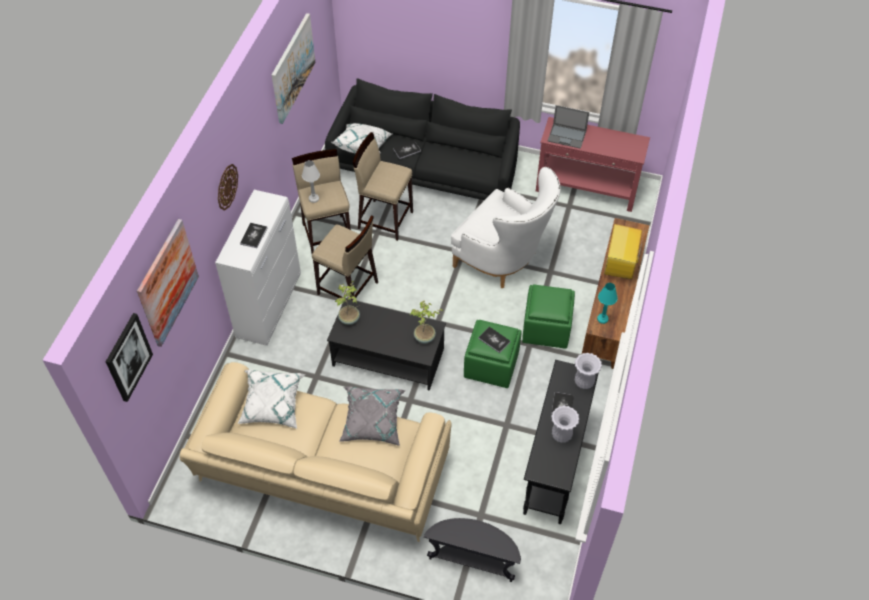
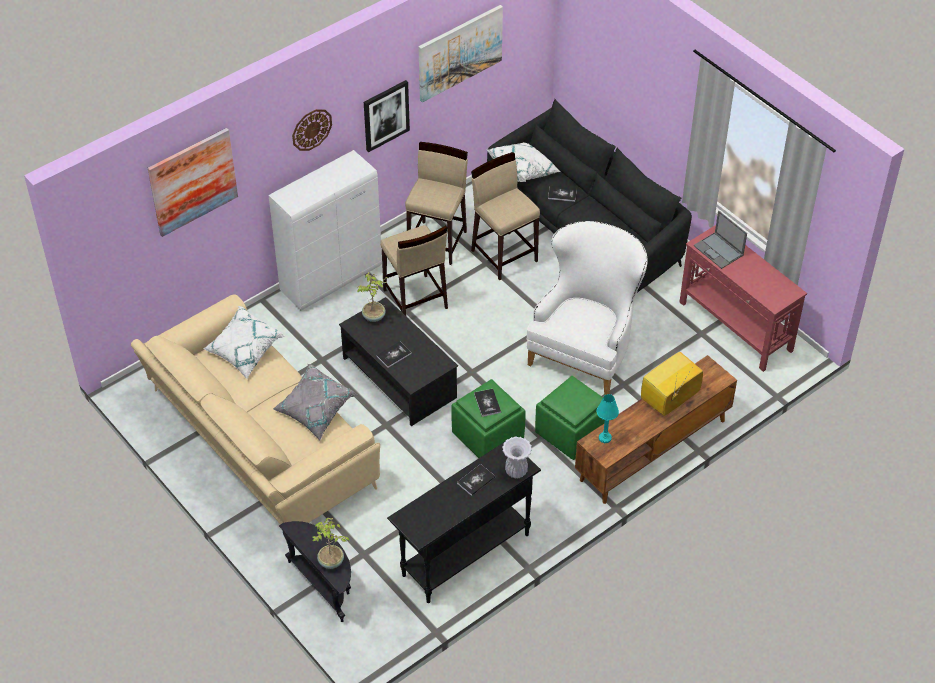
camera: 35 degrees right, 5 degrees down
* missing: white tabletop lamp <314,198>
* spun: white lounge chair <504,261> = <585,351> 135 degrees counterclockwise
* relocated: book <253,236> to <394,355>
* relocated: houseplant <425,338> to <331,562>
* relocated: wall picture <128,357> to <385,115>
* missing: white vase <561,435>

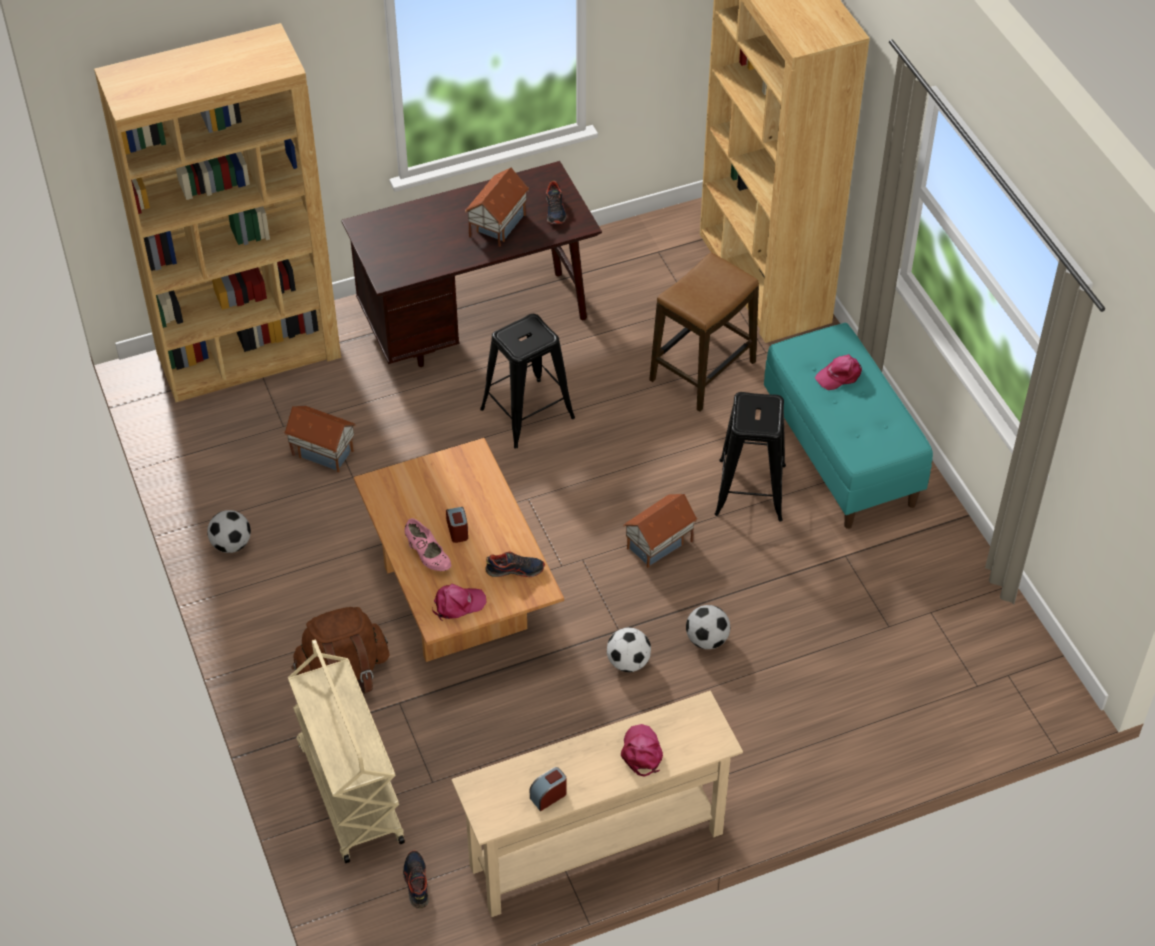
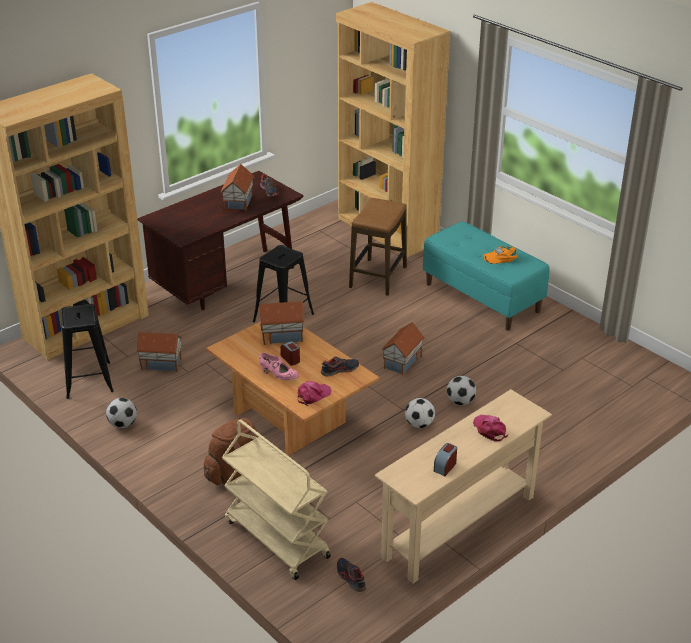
camera: 20 degrees left, 15 degrees down
* missing: pink baseball cap <839,375>
* relocated: blackish sitting stool <750,489> to <88,379>
* appeared: orangey baseball cap <501,257>
* appeared: miniature house <281,335>

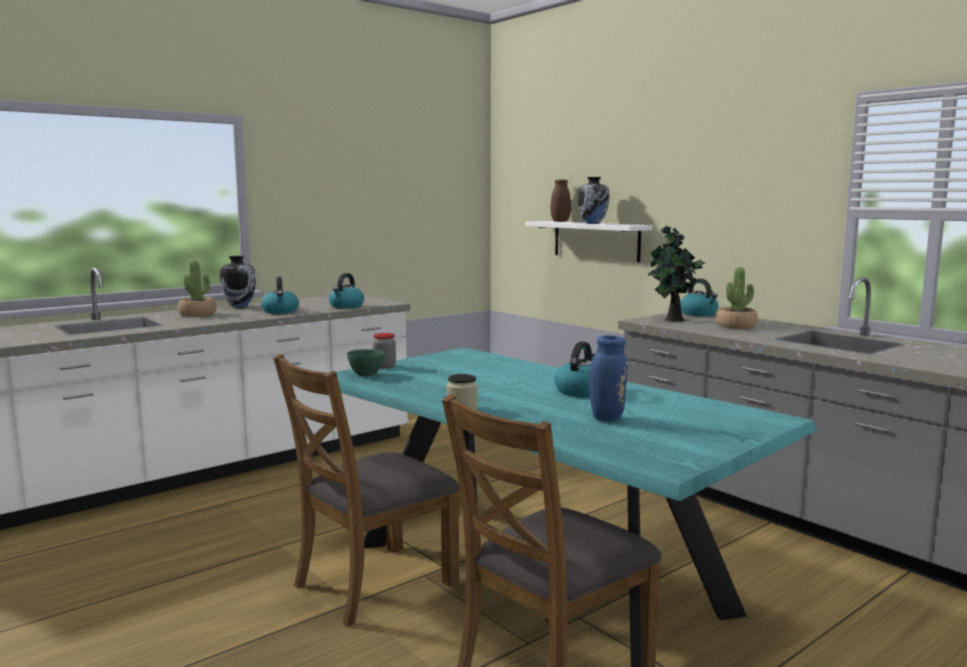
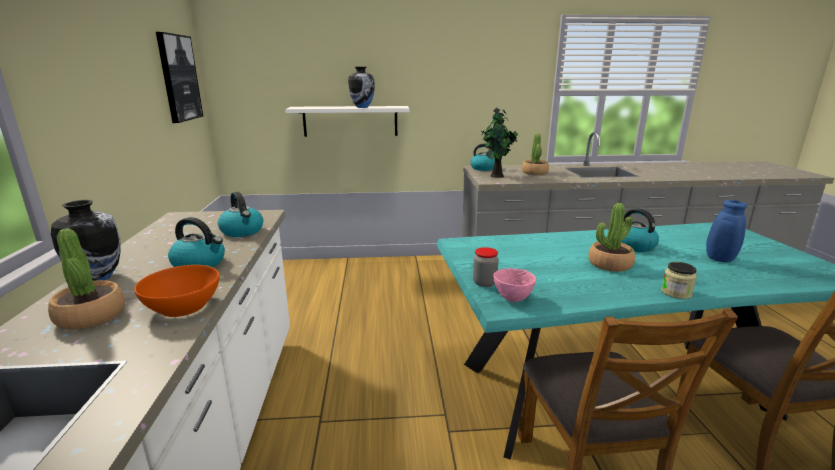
camera: 55 degrees left, 10 degrees up
* missing: brown-coloured vase <559,221>
* colour: greenish serving bowl <365,374> to pink serving bowl <512,298>
* appeared: wall picture <179,78>
* appeared: houseplant <609,264>
* appeared: orangey serving bowl <183,306>

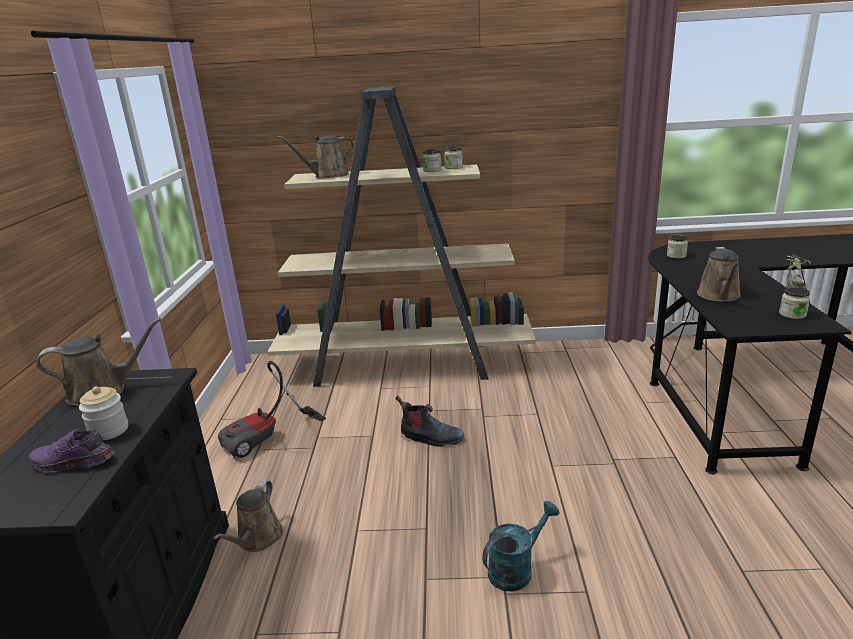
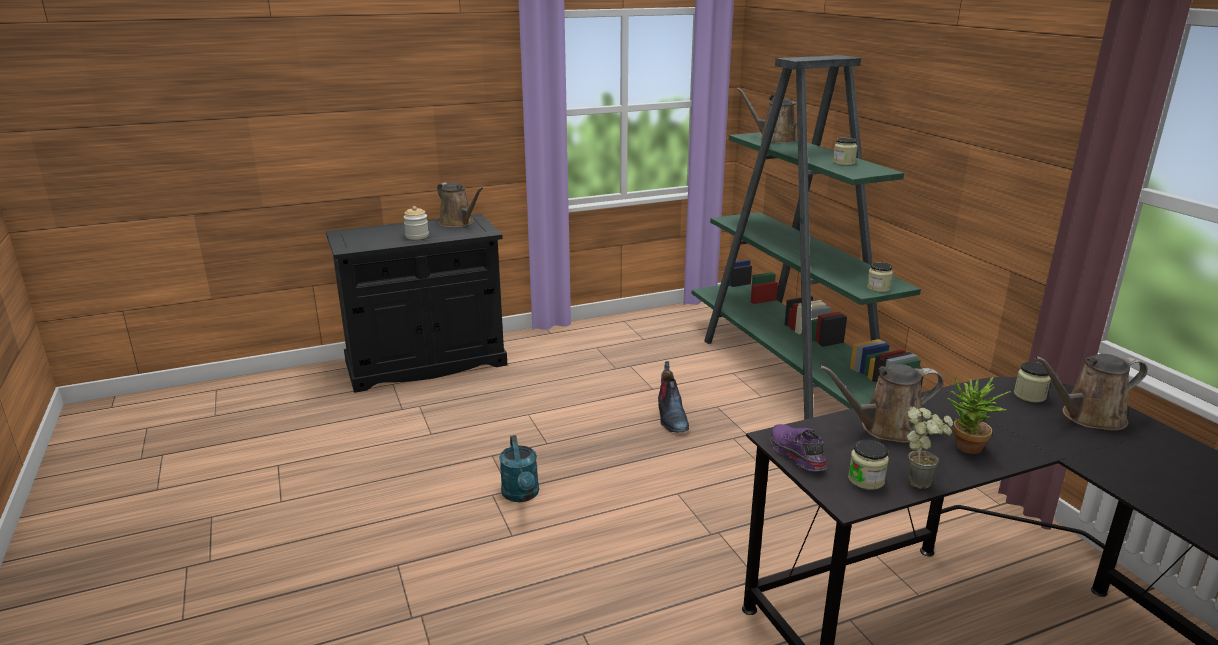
camera: 65 degrees right, 0 degrees up
* colour: beige shelving unit <405,364> to greenish shelving unit <790,374>
* relocated: storage jar <454,167> to <878,288>
* missing: vacuum cleaner <267,439>
* relocated: purple-coloured low shoe <72,463> to <795,454>
* relocated: brown-coloured sprinkling can <257,539> to <1088,417>
* spun: blue-green sprinkling can <516,568> = <522,495> 45 degrees clockwise
* appeared: houseplant <965,449>

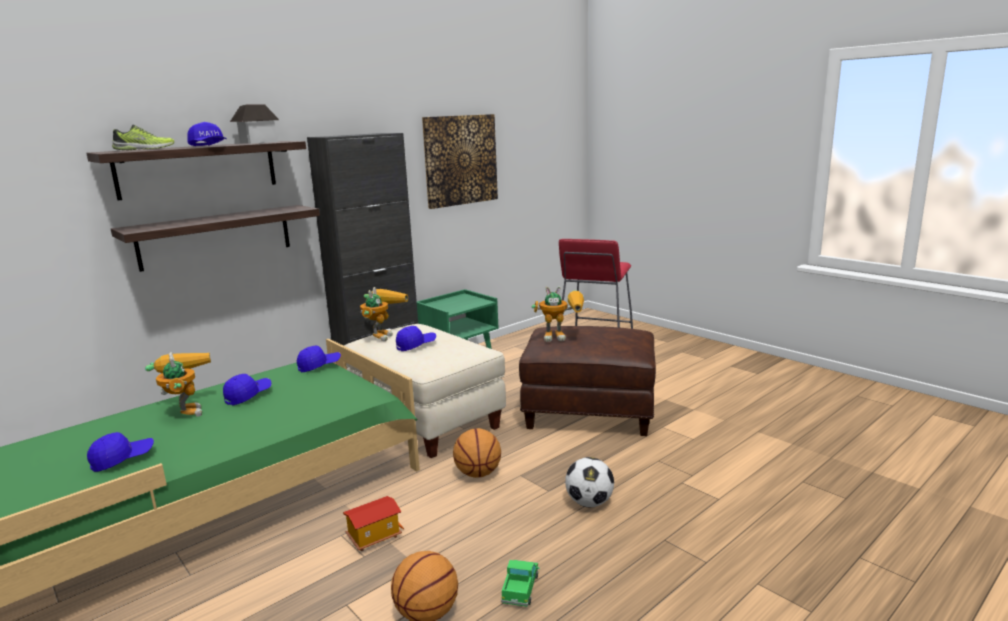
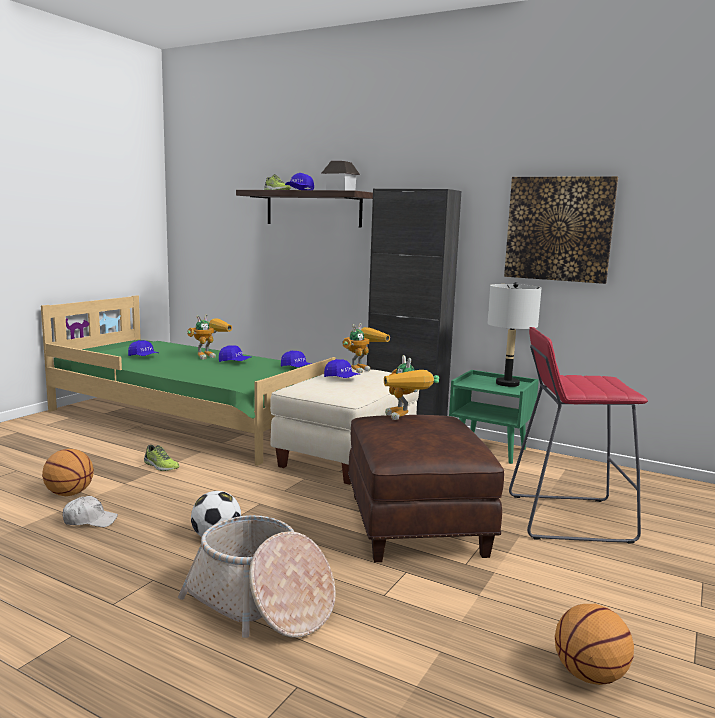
camera: 70 degrees right, 5 degrees down
* missing: bracket shelf <216,237>
* spun: toy robot <382,334> = <362,369> 45 degrees counterclockwise
* relocated: basketball ball <478,474> to <589,676>
* exchanged: miniature house <374,536> to low shoe <160,466>
* exchanged: toy truck <520,588> to white baseball cap <90,520>
* appeared: gray tabletop lamp <507,384>
* appeared: storage basket <261,603>

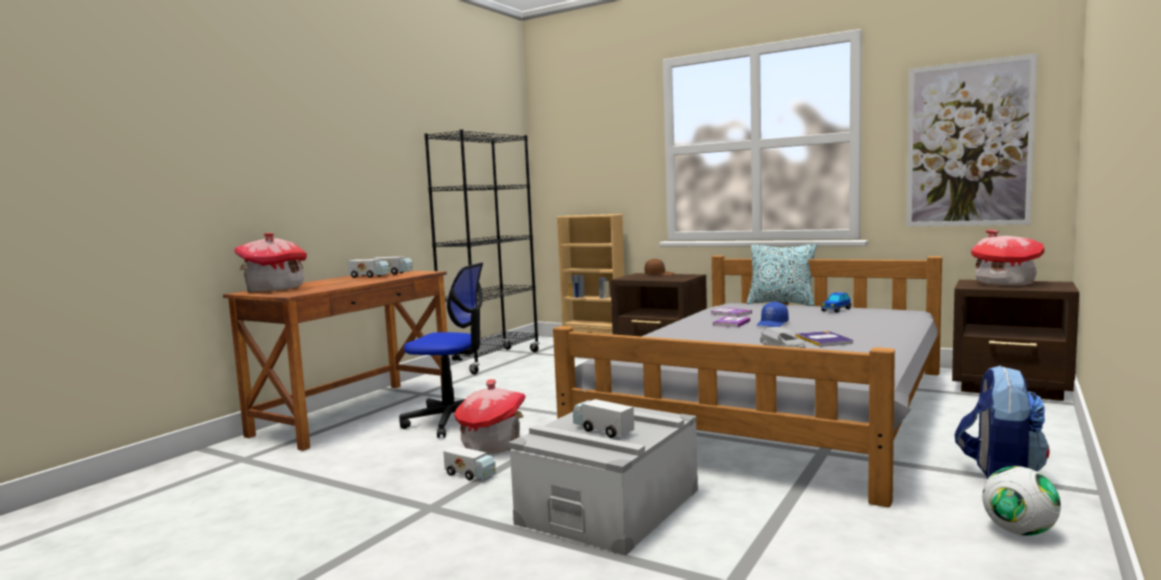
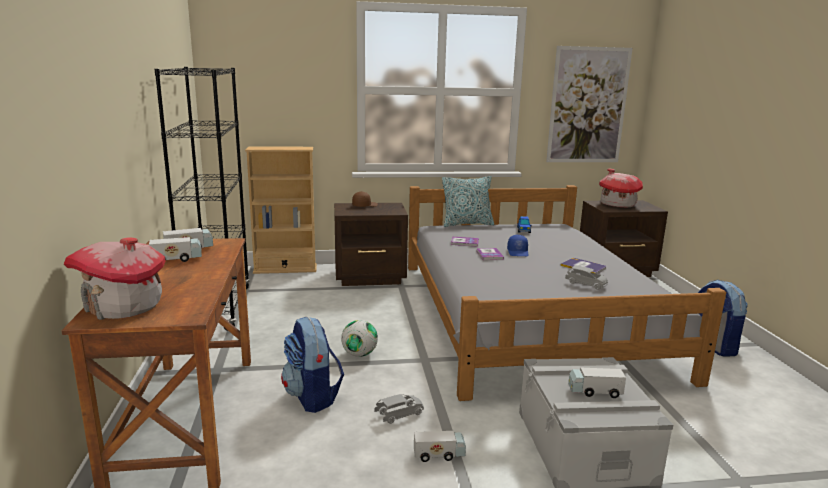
camera: 40 degrees left, 10 degrees up
* exchanged: computer chair <452,421> to knapsack <313,397>
* exchanged: miniature house <492,445> to gray model car <399,414>
* relocated: ball for football <1019,531> to <359,354>

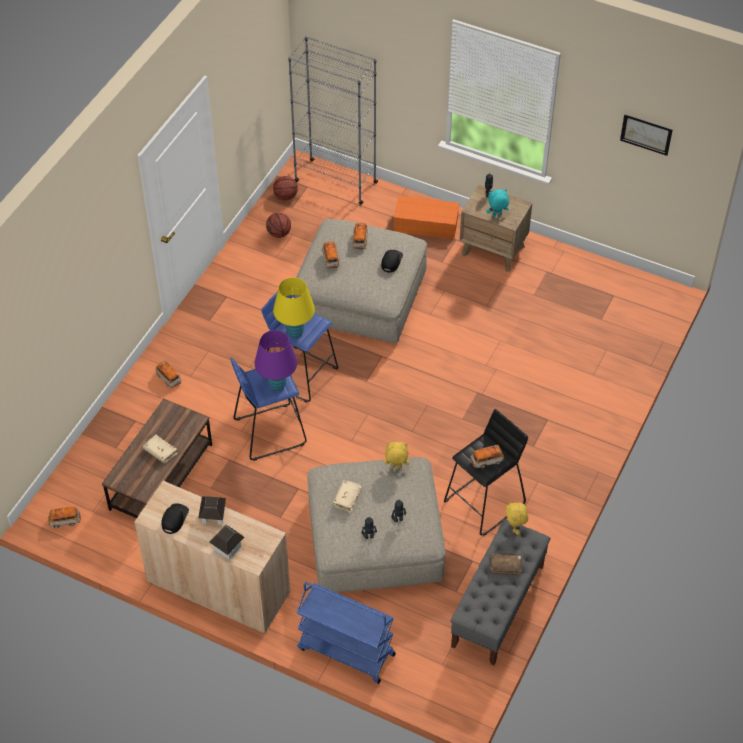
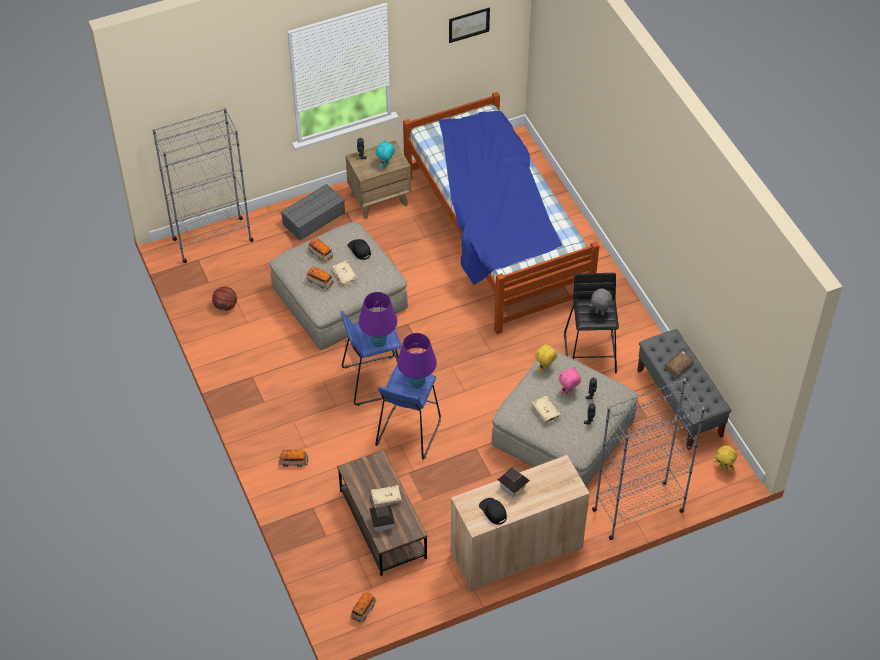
camera: 50 degrees left, 0 degrees up
* missing: basketball ball <285,196>
* colour: orangey storage box <425,224> to gray storage box <313,219>
* colour: yellow-coloured tabletop lamp <295,332> to purple-coloured tabletop lamp <378,342>
* exchanged: model car <486,461> to gray plush toy <600,313>
* relocated: yellow-coloured plush toy <515,528> to <723,468>
* relocated: miniature house <227,547> to <382,523>
* exchanged: bluish trolley <345,651> to gray shelving unit <638,510>
* appeared: bed <494,238>
* appeared: beige book <345,276>
* appeared: pink plush toy <568,392>

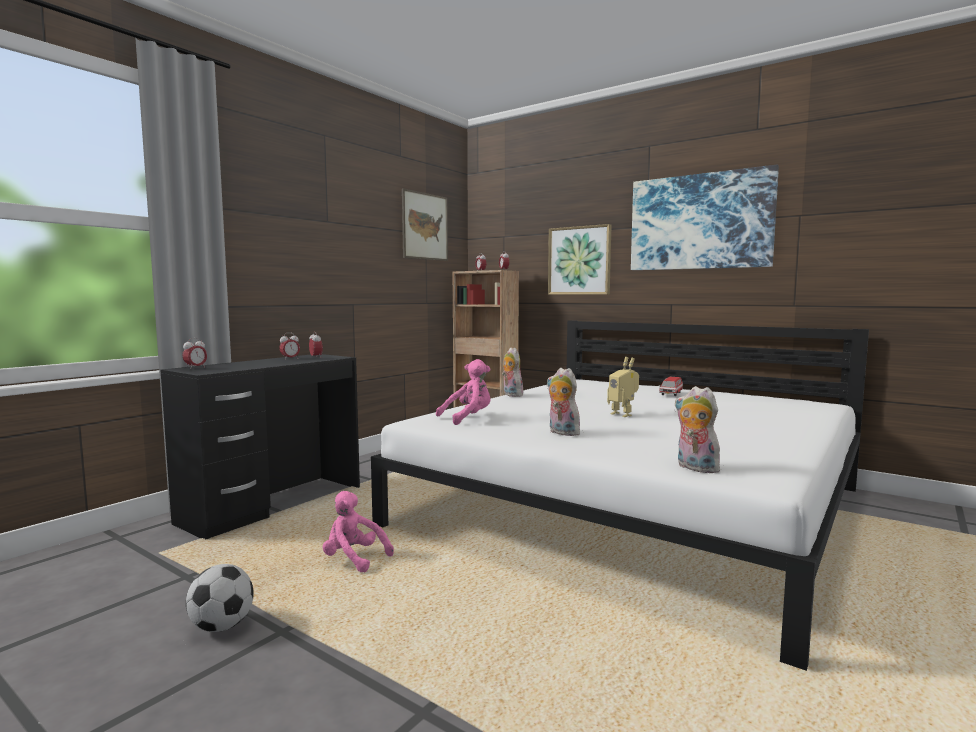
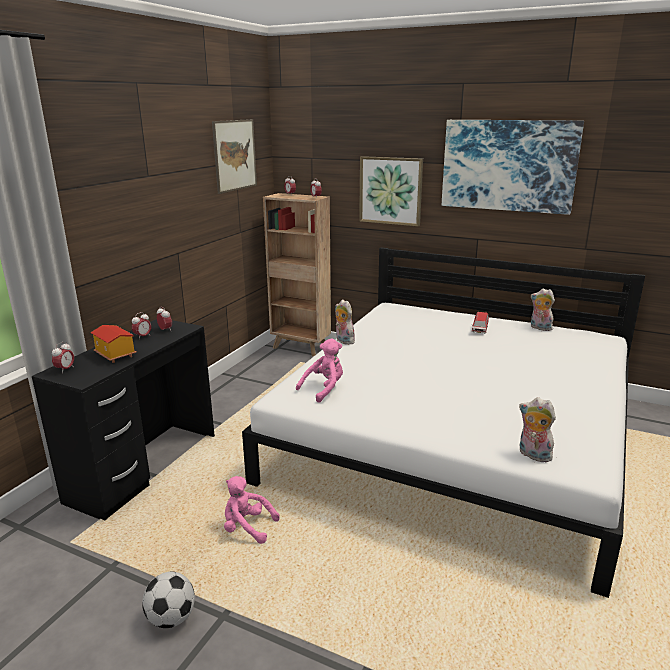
camera: 10 degrees left, 15 degrees up
* missing: toy robot <623,414>
* relocated: plush toy <561,433> to <539,328>
* appeared: miniature house <114,355>

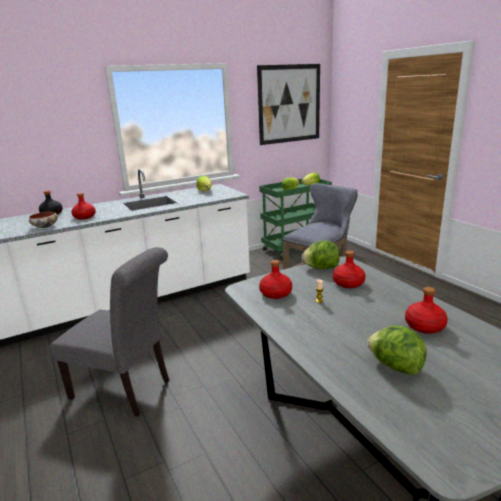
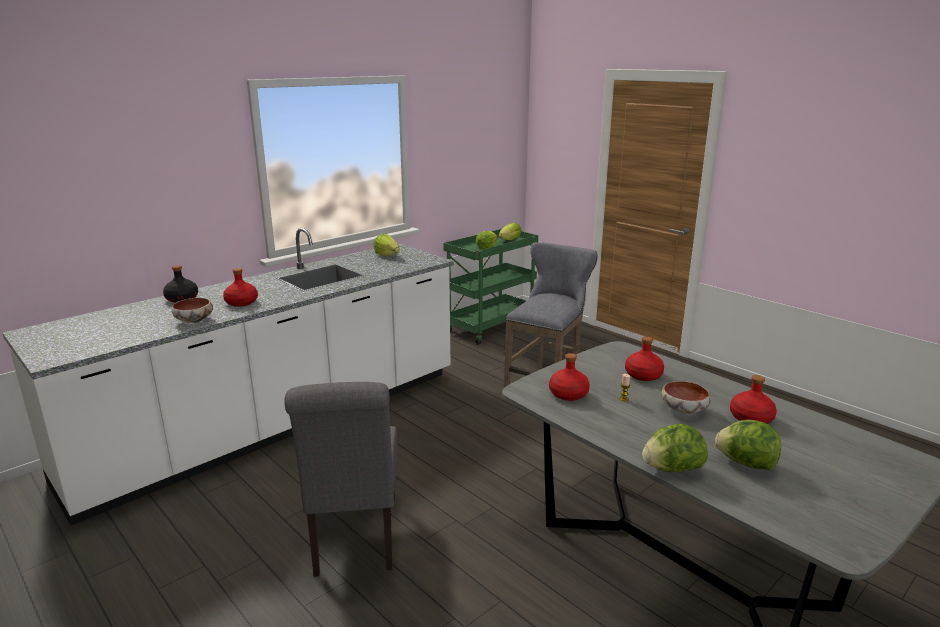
camera: 15 degrees left, 0 degrees up
* missing: wall picture <289,104>
* relocated: lettuce head <321,268> to <672,469>
* spun: gray chair <126,390> = <354,540> 75 degrees clockwise
* appeared: serving bowl <684,410>

